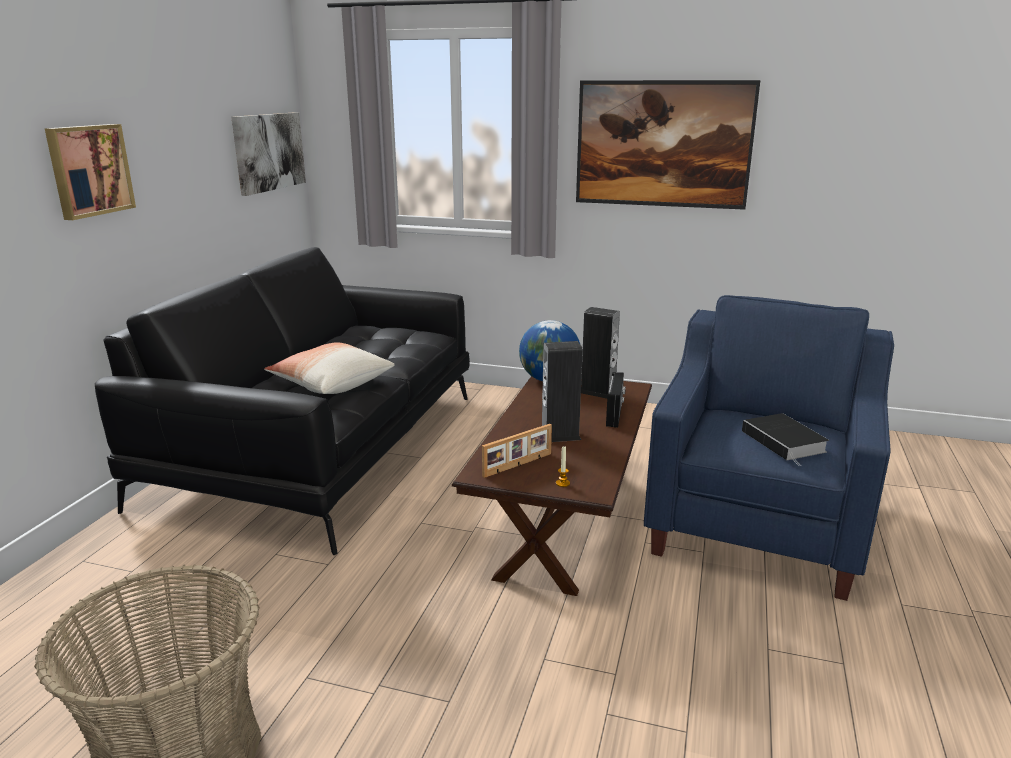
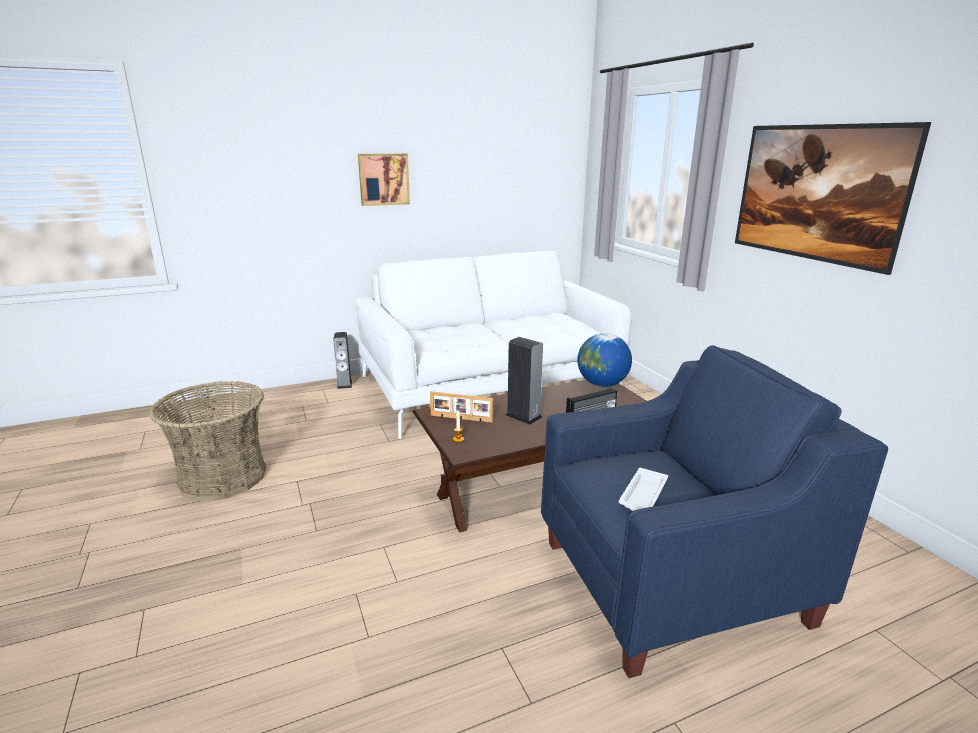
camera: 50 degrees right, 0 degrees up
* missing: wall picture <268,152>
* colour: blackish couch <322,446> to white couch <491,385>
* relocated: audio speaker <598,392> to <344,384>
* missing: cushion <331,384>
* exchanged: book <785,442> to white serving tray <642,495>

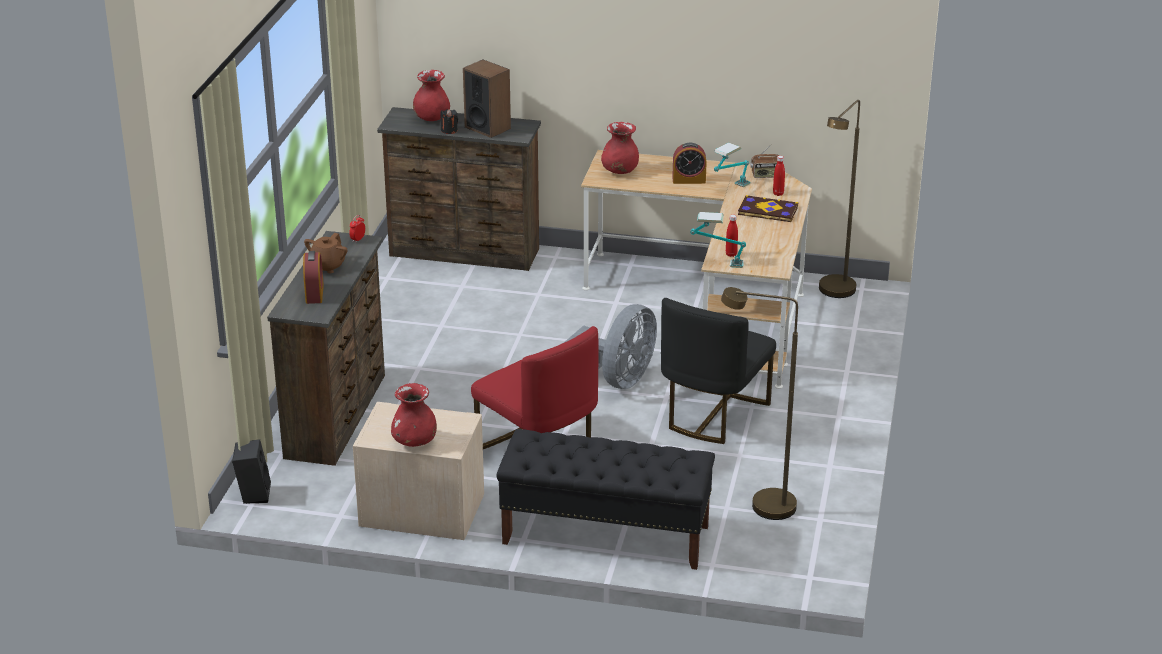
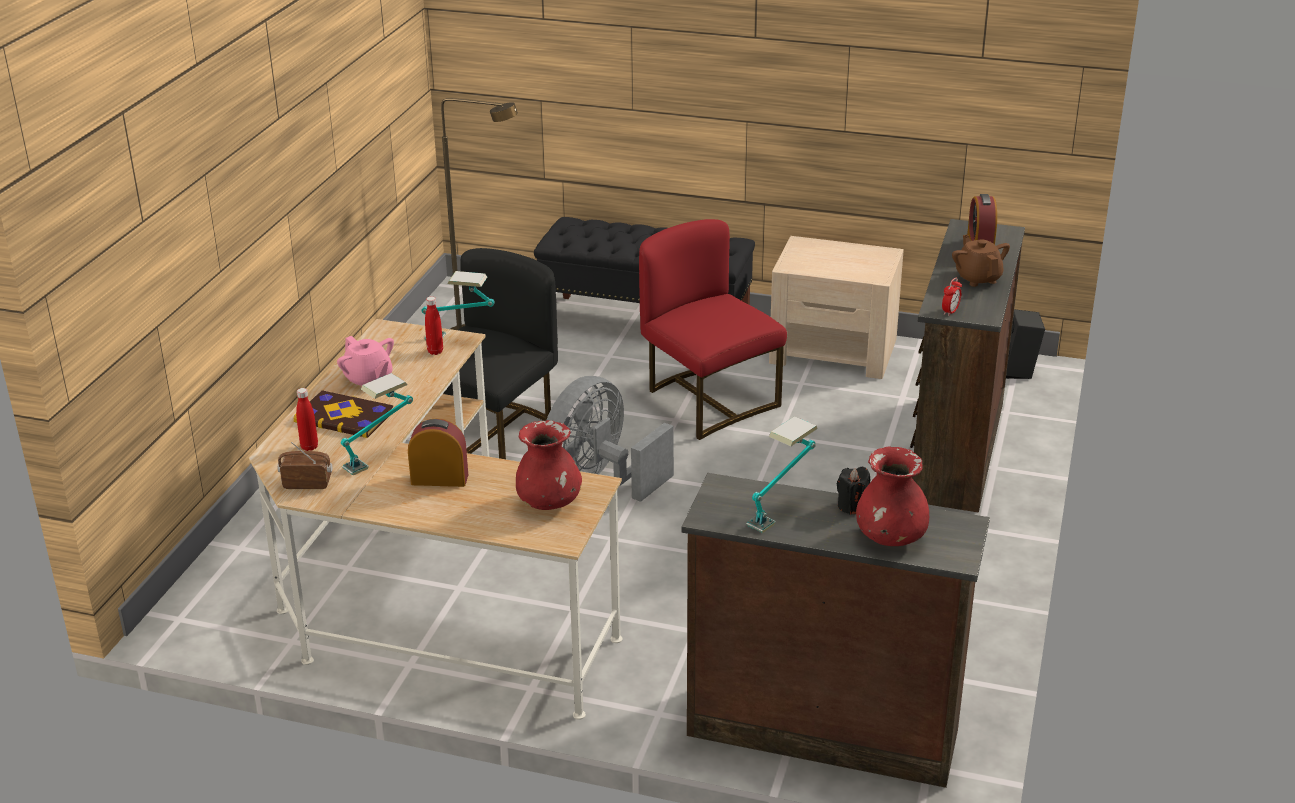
camera: 175 degrees left, 0 degrees up
* exchanged: audio speaker <487,127> to tabletop lamp <781,510>
* missing: brown-coloured standing lamp <834,294>
* spun: brown-coloured teapot <327,266> = <978,278> 45 degrees counterclockwise
* missing: reddish vase <414,441>
* appeared: pink teapot <368,380>

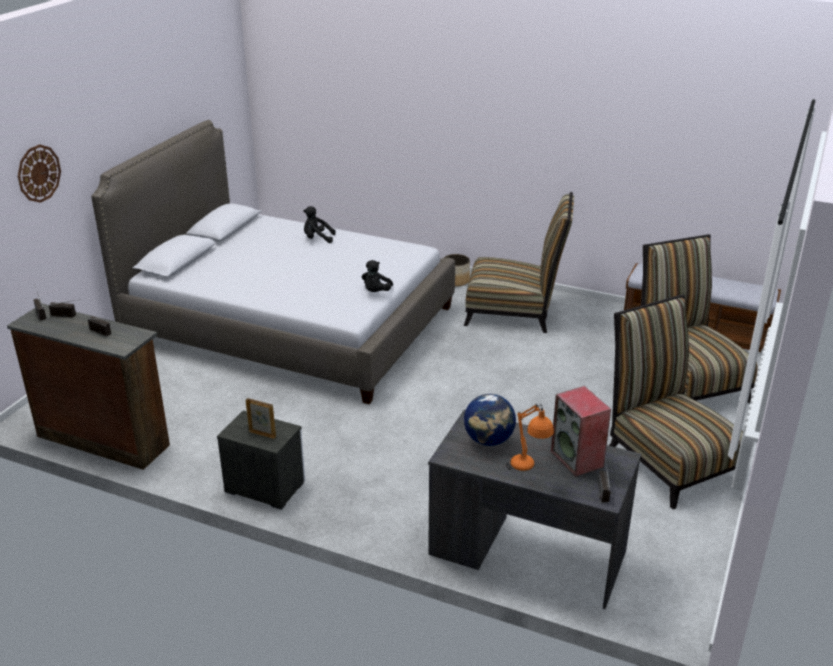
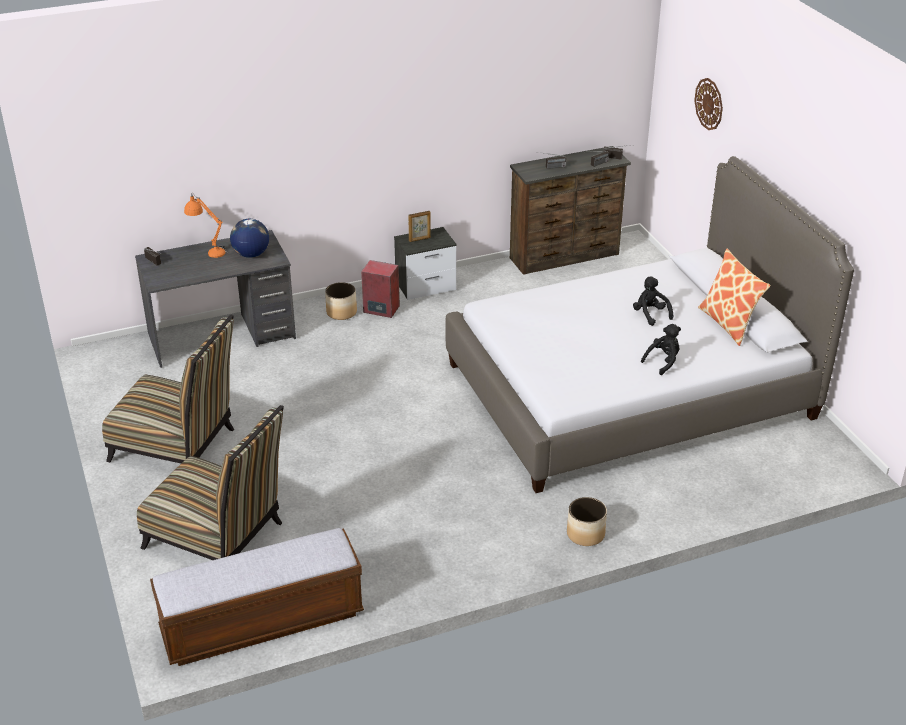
camera: 135 degrees right, 5 degrees up
* missing: chair <515,312>
* relocated: blackish plush toy <376,292> to <650,314>
* relocated: audio speaker <578,459> to <380,309>
* appeared: cushion <729,323>
* appeared: planter <342,312>

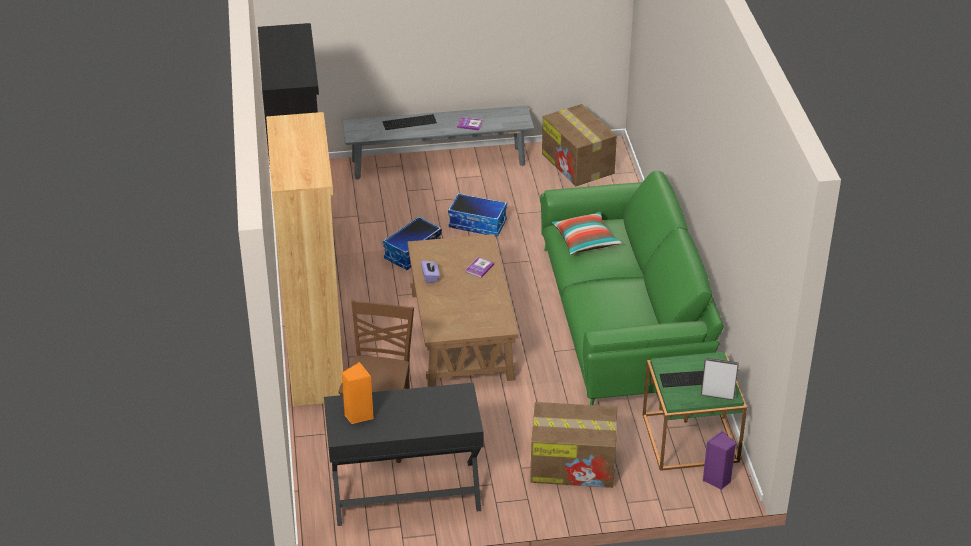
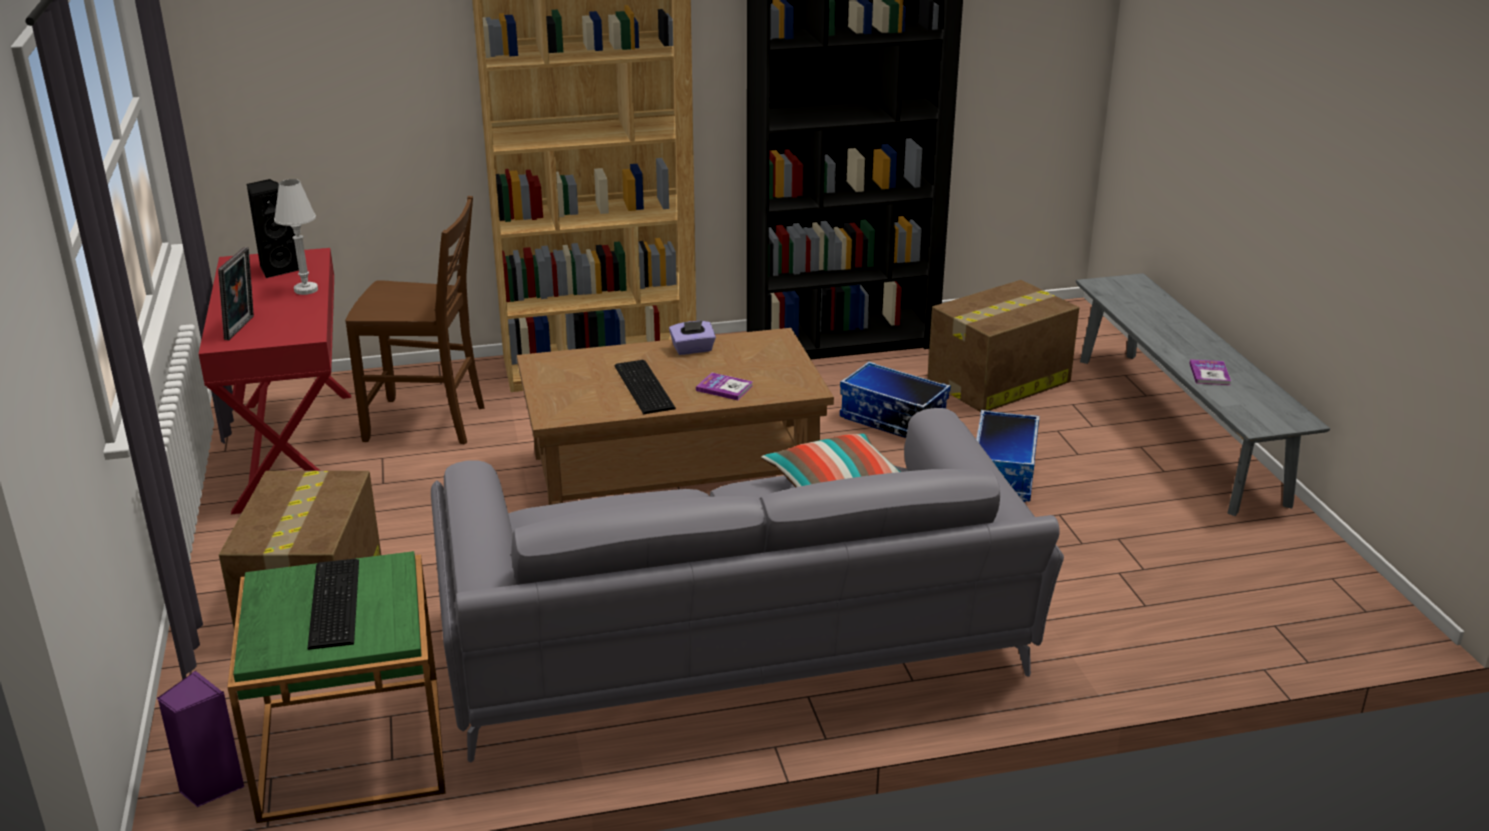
camera: 85 degrees right, 10 degrees down
* relocated: packing box <578,164> to <997,382>
* relocated: PC keyboard <410,122> to <642,388>
* colour: greenish couch <623,321> to gray couch <734,652>
* relocated: standing frame <717,395> to <242,328>
* colour: orangey audio speaker <358,415> to blackish audio speaker <278,269>
* colour: blackish desk table <406,493> to reddish desk table <293,450>
* appeared: white tabletop lamp <306,290>

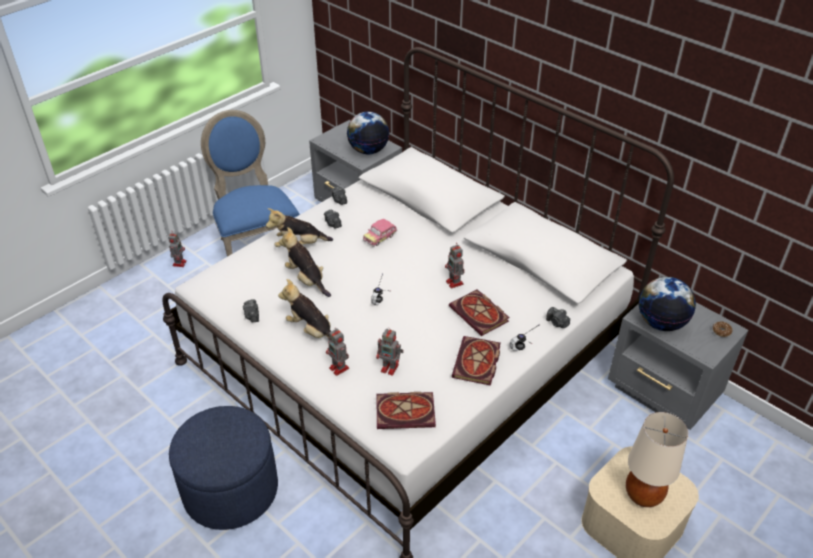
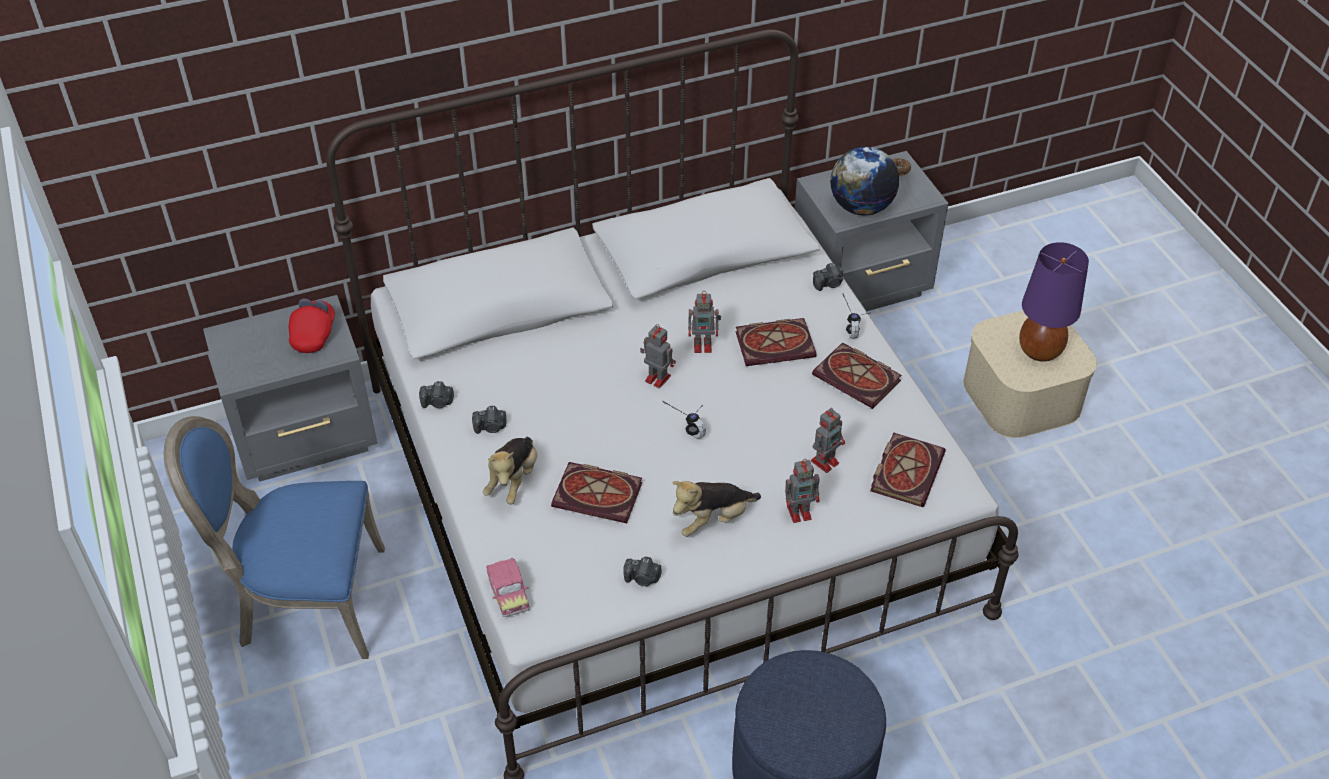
camera: 65 degrees left, 5 degrees up
* exchanged: desk globe <368,150> to reddish baseball cap <314,334>
* relocated: model car <380,238> to <508,593>
* exchanged: plush toy <306,279> to book <600,494>
* relocated: toy robot <179,263> to <656,378>
* colour: beige tabletop lamp <643,495> to purple-coloured tabletop lamp <1039,350>

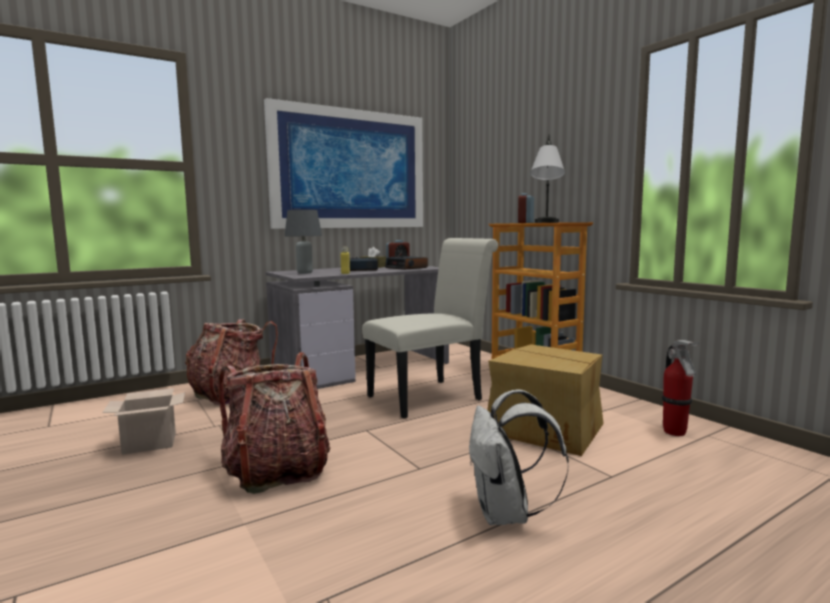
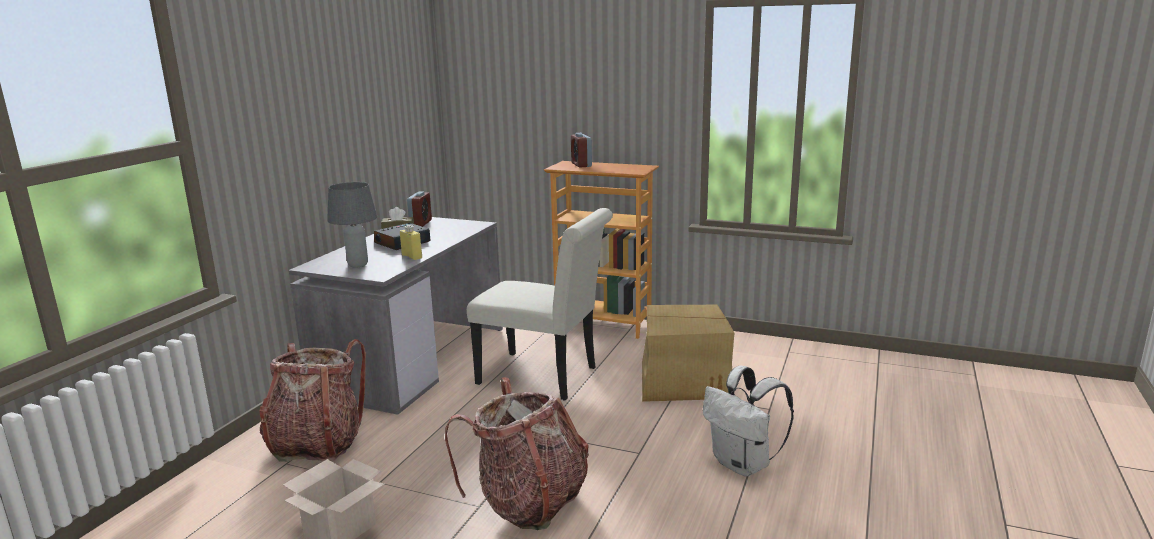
camera: 35 degrees left, 10 degrees up
* missing: wall picture <350,169>
* missing: tabletop lamp <545,222>
* spun: white chair <431,396> = <544,377> 90 degrees clockwise
* missing: table clock <407,267>
* missing: fire extinguisher <675,432>

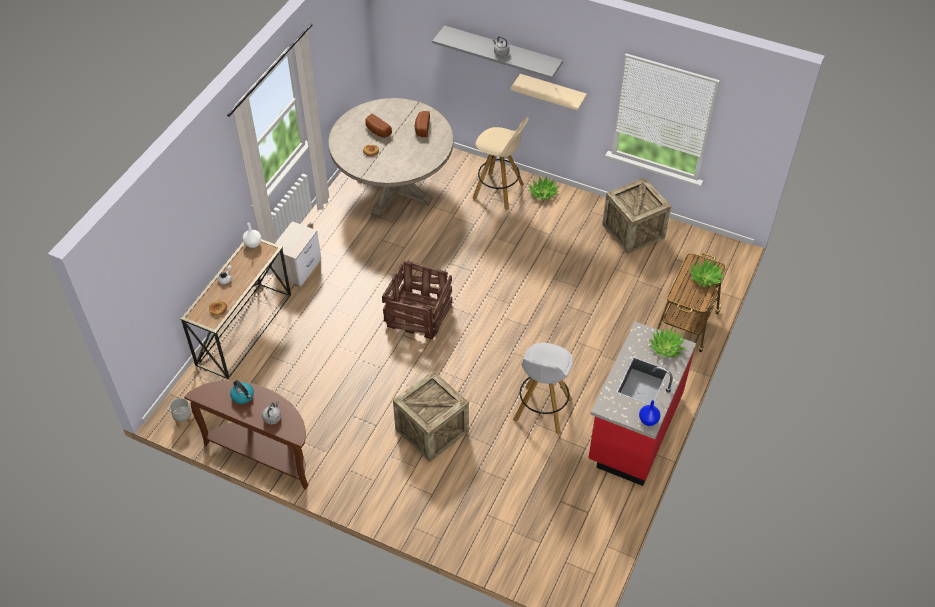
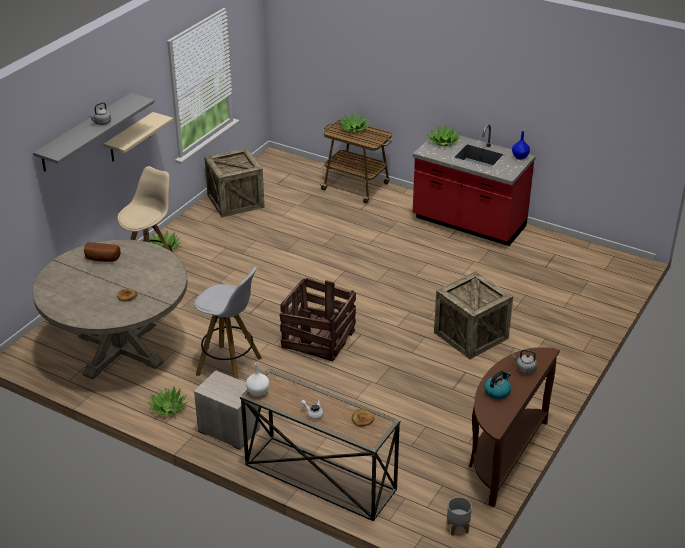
camera: 85 degrees left, 15 degrees down
* missing: bakery bread <377,131>
* relocated: white sitting stool <542,411> to <230,366>
* appeared: houseplant <168,407>

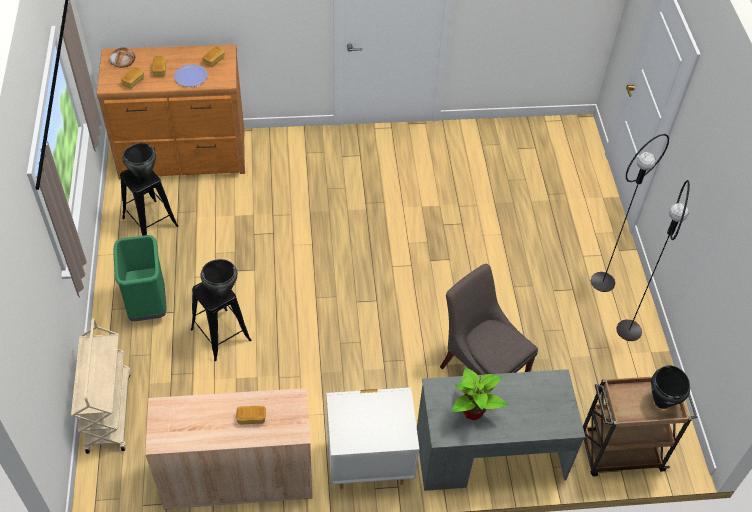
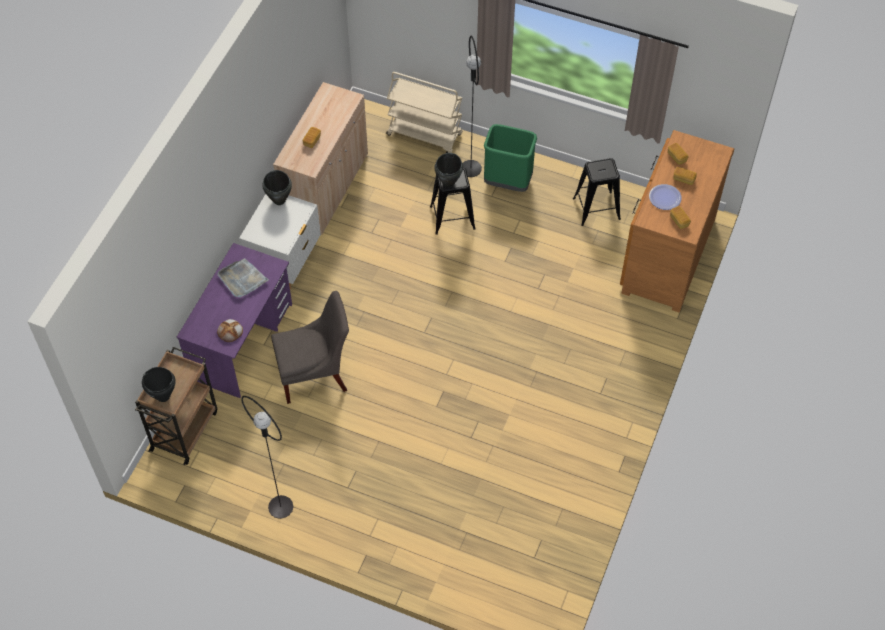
camera: 120 degrees right, 5 degrees up
* relocated: bakery bread <122,59> to <230,331>
* relocated: blackish standing lamp <602,281> to <471,168>
* relocated: blackish stockpot <143,176> to <279,200>
* exchanged: houseplant <473,411> to gray serving tray <242,279>
* colour: gray desk table <489,455> to purple-coloured desk table <242,342>

